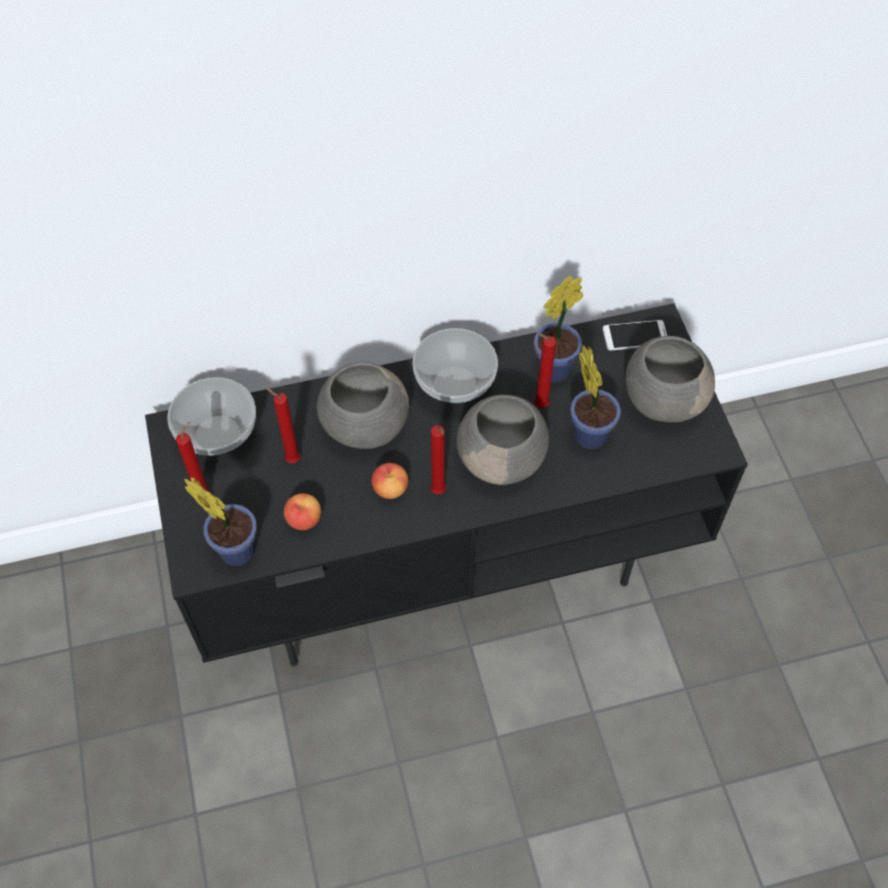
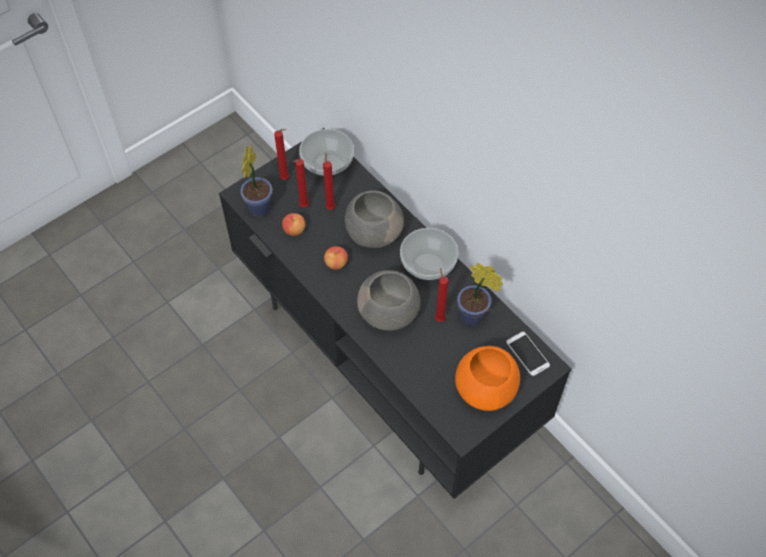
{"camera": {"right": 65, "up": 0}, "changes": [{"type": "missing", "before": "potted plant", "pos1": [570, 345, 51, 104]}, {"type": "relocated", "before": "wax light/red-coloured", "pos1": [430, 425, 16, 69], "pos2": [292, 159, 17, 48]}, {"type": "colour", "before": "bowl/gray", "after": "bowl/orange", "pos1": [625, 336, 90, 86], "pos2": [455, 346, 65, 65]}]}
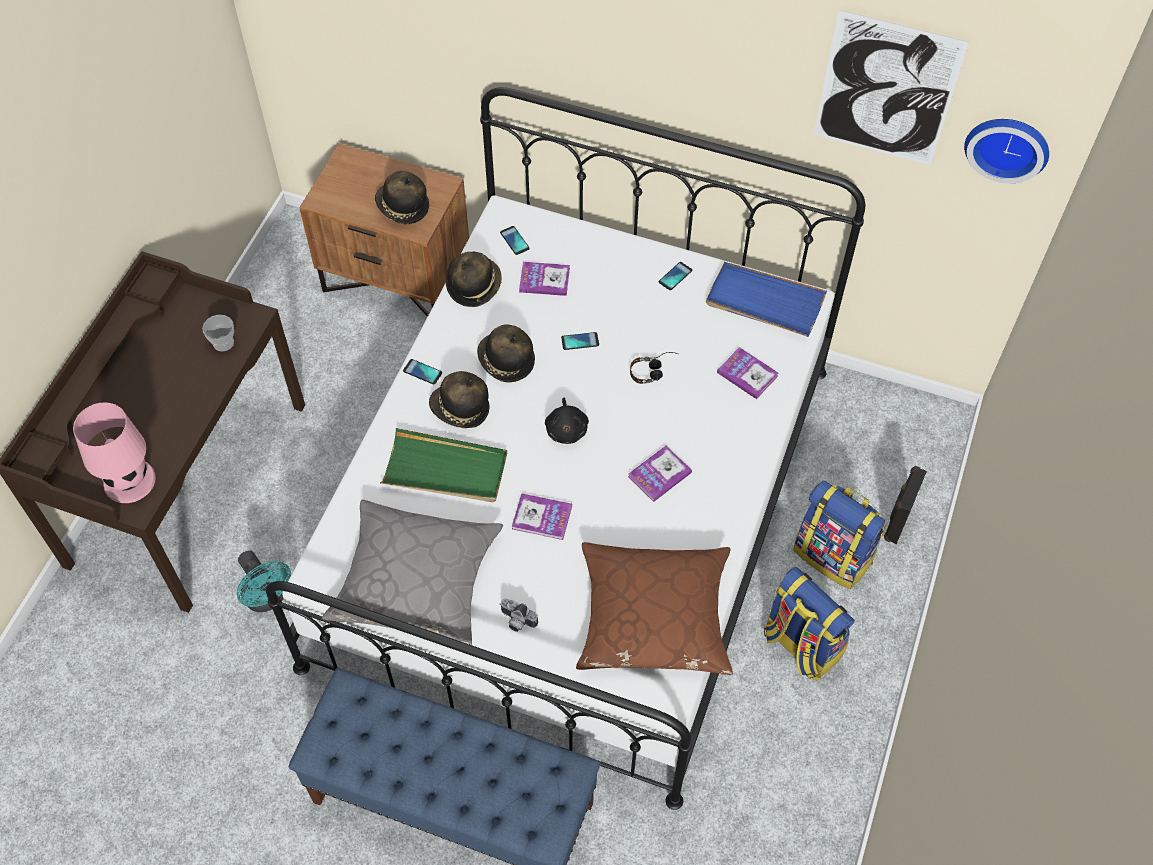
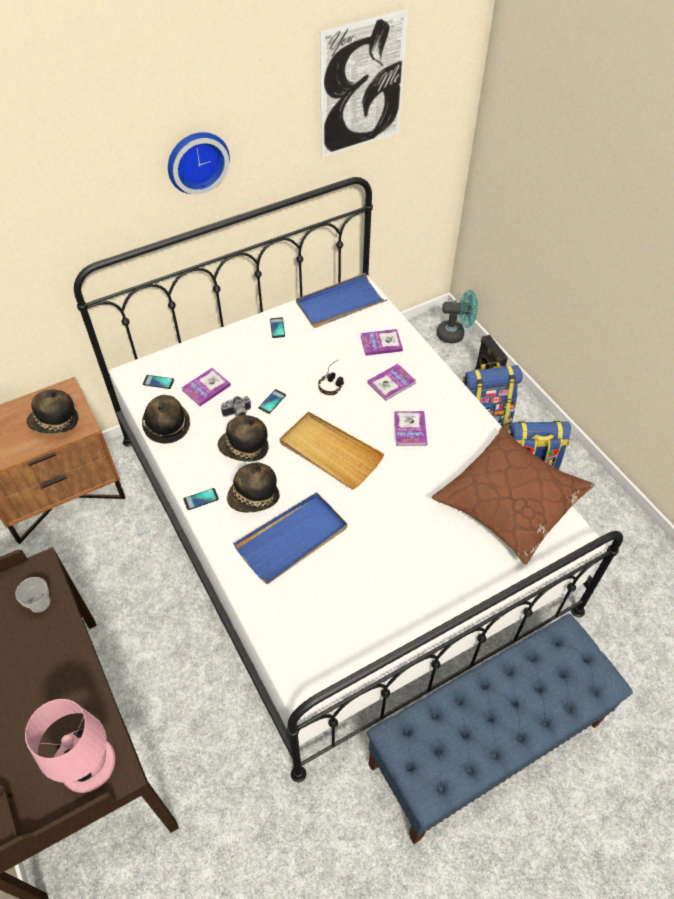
{"camera": {"right": -50, "up": -5}, "changes": [{"type": "missing", "before": "pillow/gray", "pos1": [322, 500, 181, 145]}, {"type": "relocated", "before": "fan/blue-green", "pos1": [236, 550, 55, 62], "pos2": [437, 290, 41, 53]}, {"type": "relocated", "before": "photo camera", "pos1": [499, 599, 39, 33], "pos2": [221, 396, 30, 21]}, {"type": "relocated", "before": "volume", "pos1": [512, 493, 60, 47], "pos2": [367, 364, 49, 37]}, {"type": "relocated", "before": "clock on the wall", "pos1": [964, 119, 85, 65], "pos2": [168, 132, 62, 63]}, {"type": "exchanged", "before": "plush toy/black-coloured", "after": "serving tray/beige-coloured", "pos1": [545, 397, 44, 47], "pos2": [280, 412, 104, 78]}, {"type": "colour", "before": "serving tray/green-coloured", "after": "serving tray/blue-coloured", "pos1": [380, 428, 127, 74], "pos2": [233, 492, 114, 93]}]}
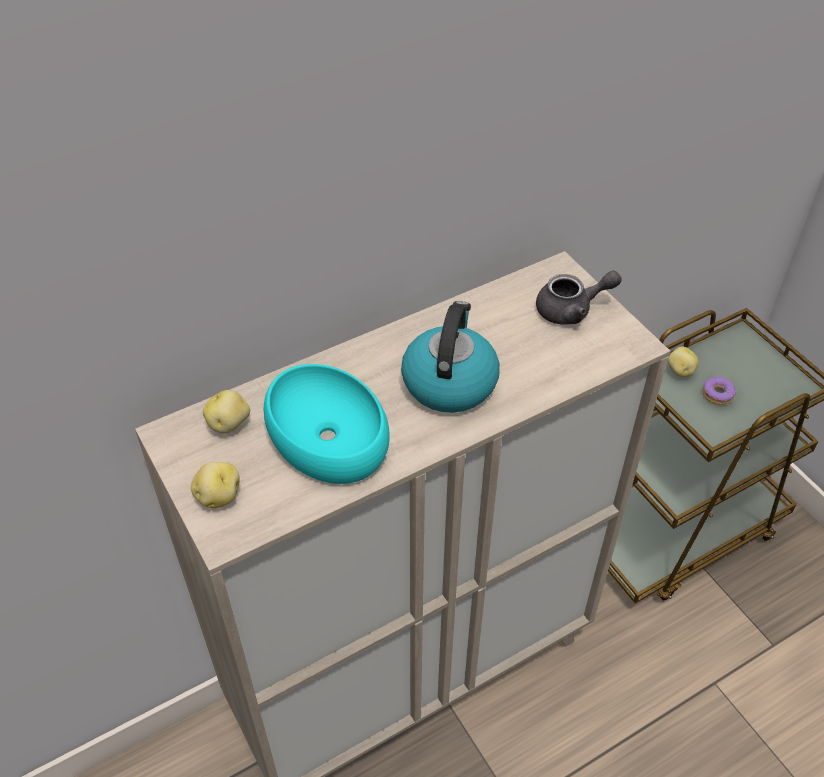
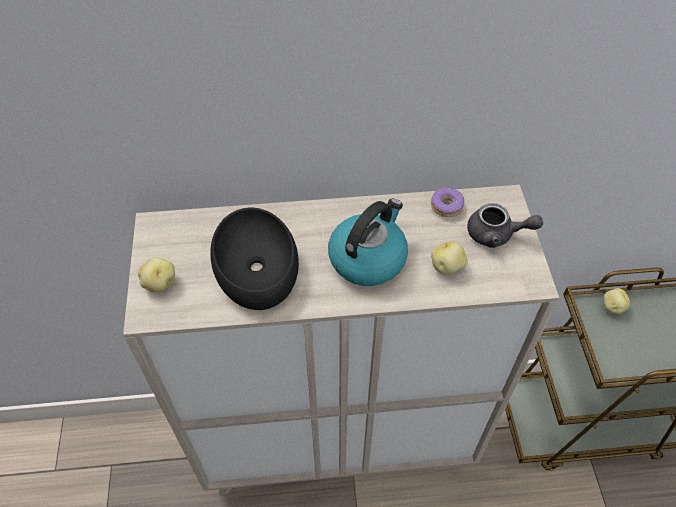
{"camera": {"right": 25, "up": 5}, "changes": [{"type": "relocated", "before": "spud", "pos1": [203, 390, 47, 44], "pos2": [431, 241, 37, 33]}, {"type": "relocated", "before": "donut", "pos1": [703, 376, 33, 29], "pos2": [431, 188, 33, 29]}, {"type": "colour", "before": "bowl/blue-green", "after": "bowl/black-coloured", "pos1": [264, 364, 126, 120], "pos2": [210, 207, 89, 103]}]}
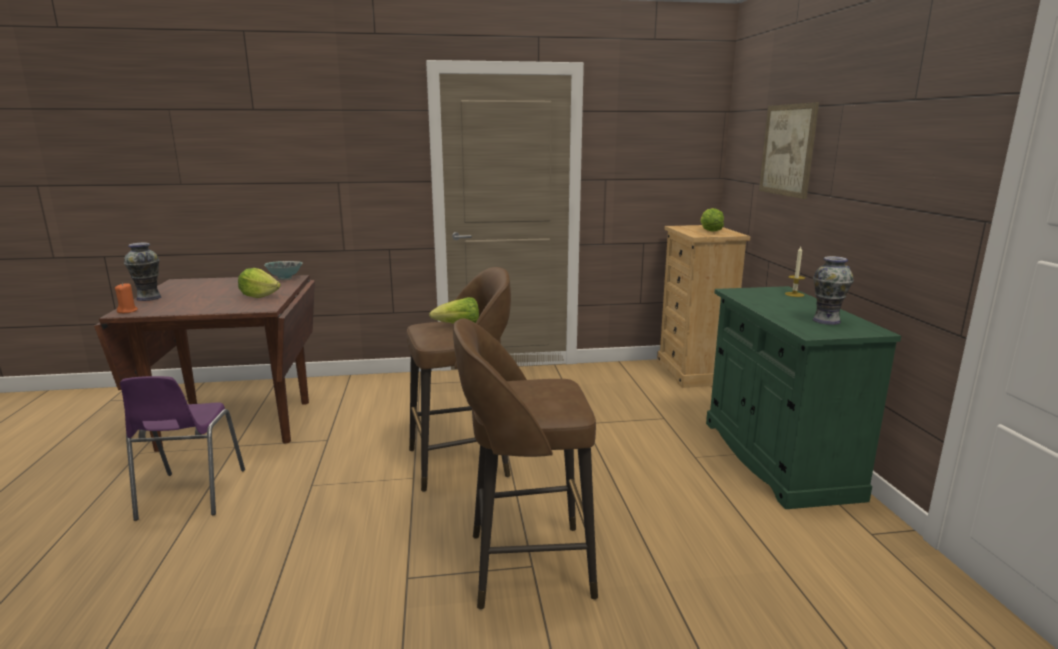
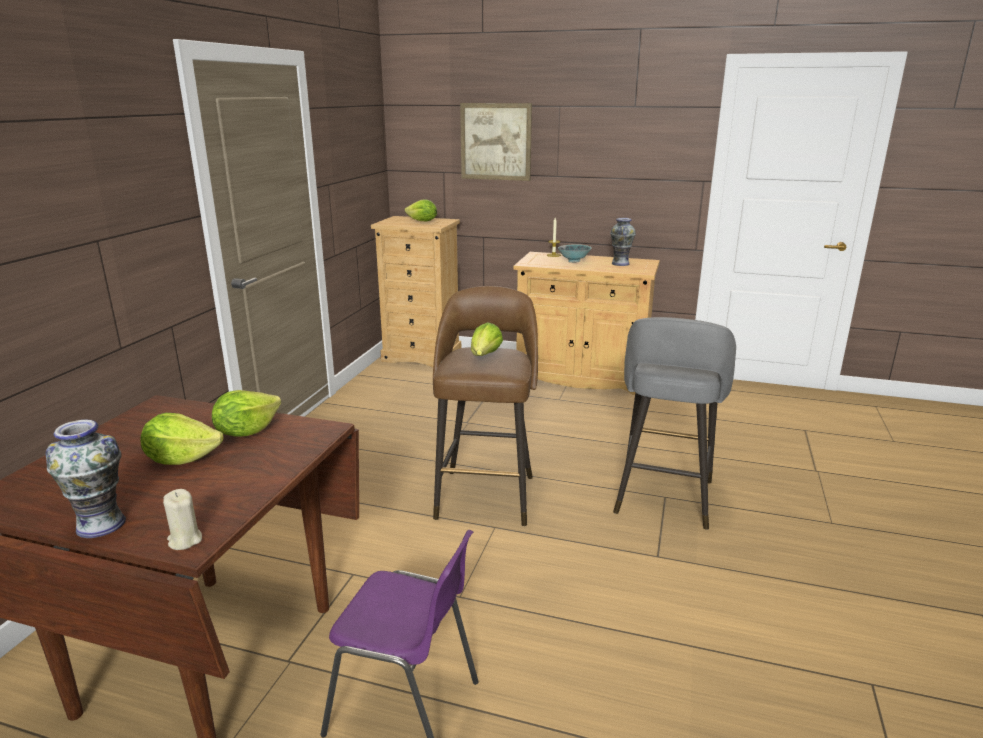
{"camera": {"right": -65, "up": 5}, "changes": [{"type": "appeared", "after": "lettuce head", "pos2": [140, 413, 83, 52]}, {"type": "relocated", "before": "bowl", "pos1": [264, 261, 39, 19], "pos2": [558, 244, 34, 19]}, {"type": "colour", "before": "wax light/orange", "after": "wax light/beige-coloured", "pos1": [115, 283, 23, 31], "pos2": [163, 489, 39, 61]}, {"type": "colour", "before": "stool seat/brown", "after": "stool seat/gray", "pos1": [453, 318, 145, 292], "pos2": [613, 317, 123, 213]}, {"type": "colour", "before": "storage cabinet/green-coloured", "after": "storage cabinet/beige-coloured", "pos1": [706, 286, 195, 223], "pos2": [514, 252, 146, 143]}]}
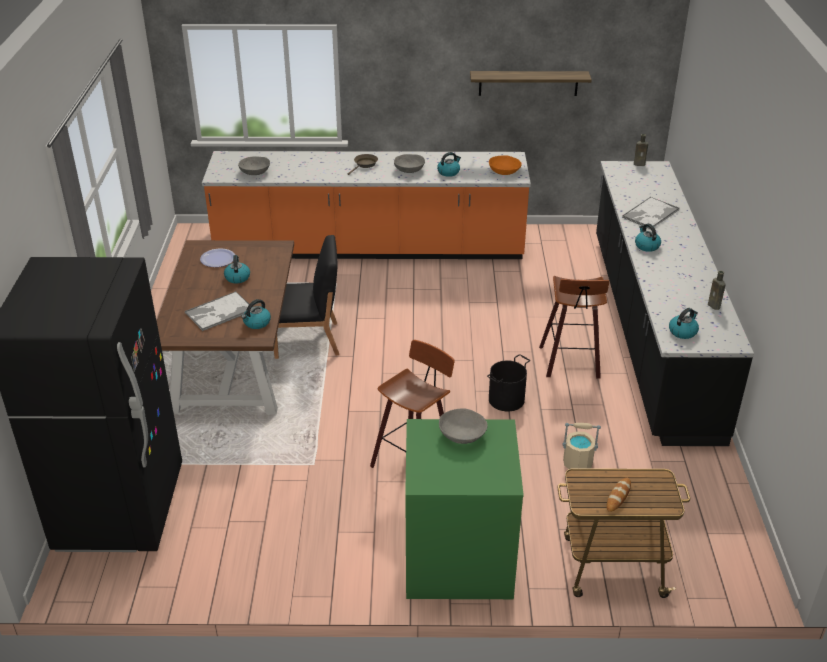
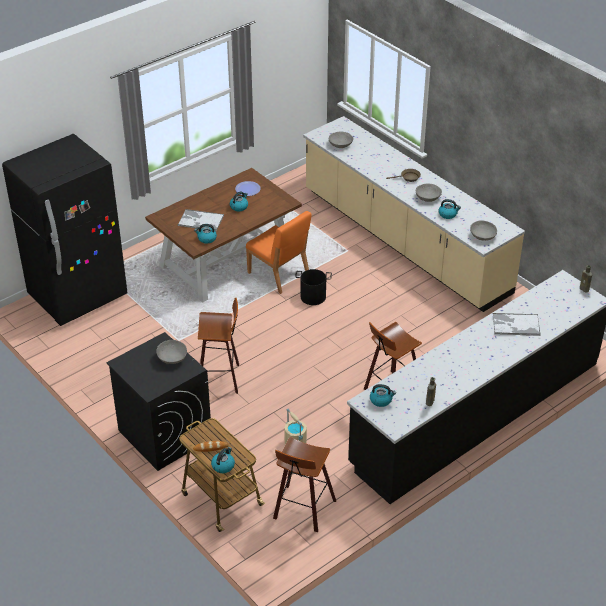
{"camera": {"right": 50, "up": 5}, "changes": [{"type": "missing", "before": "shelf", "pos1": [470, 71, 122, 25]}, {"type": "appeared", "after": "stool seat", "pos2": [273, 437, 63, 95]}, {"type": "relocated", "before": "pail/black-coloured", "pos1": [487, 354, 43, 57], "pos2": [295, 269, 37, 36]}, {"type": "relocated", "before": "kettle", "pos1": [635, 224, 26, 28], "pos2": [211, 447, 24, 26]}, {"type": "colour", "before": "kitchen base unit/orange", "after": "kitchen base unit/beige-coloured", "pos1": [202, 151, 329, 108], "pos2": [303, 116, 222, 196]}, {"type": "colour", "before": "upright chair/black-coloured", "after": "upright chair/orange", "pos1": [274, 235, 65, 124], "pos2": [246, 211, 65, 83]}, {"type": "colour", "before": "laundry appliance/green-coloured", "after": "laundry appliance/black-coloured", "pos1": [405, 419, 119, 180], "pos2": [106, 332, 105, 139]}, {"type": "colour", "before": "bowl/orange", "after": "bowl/gray", "pos1": [489, 156, 33, 19], "pos2": [470, 220, 27, 21]}]}
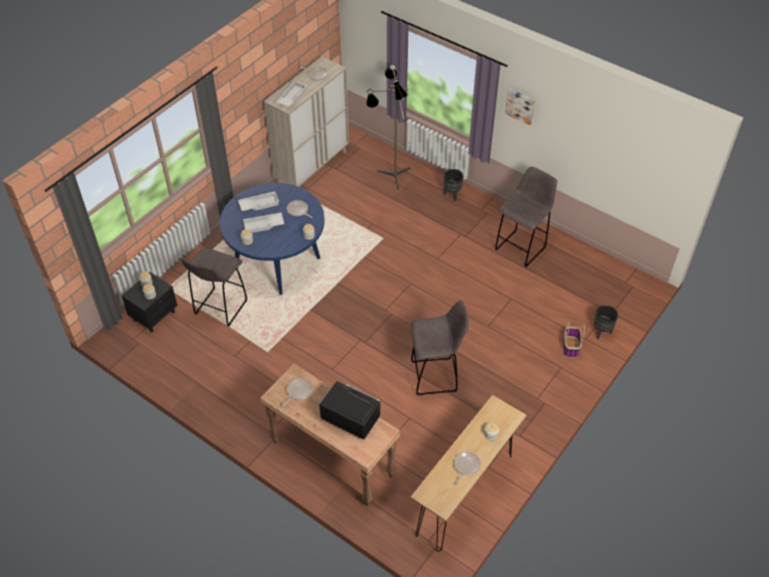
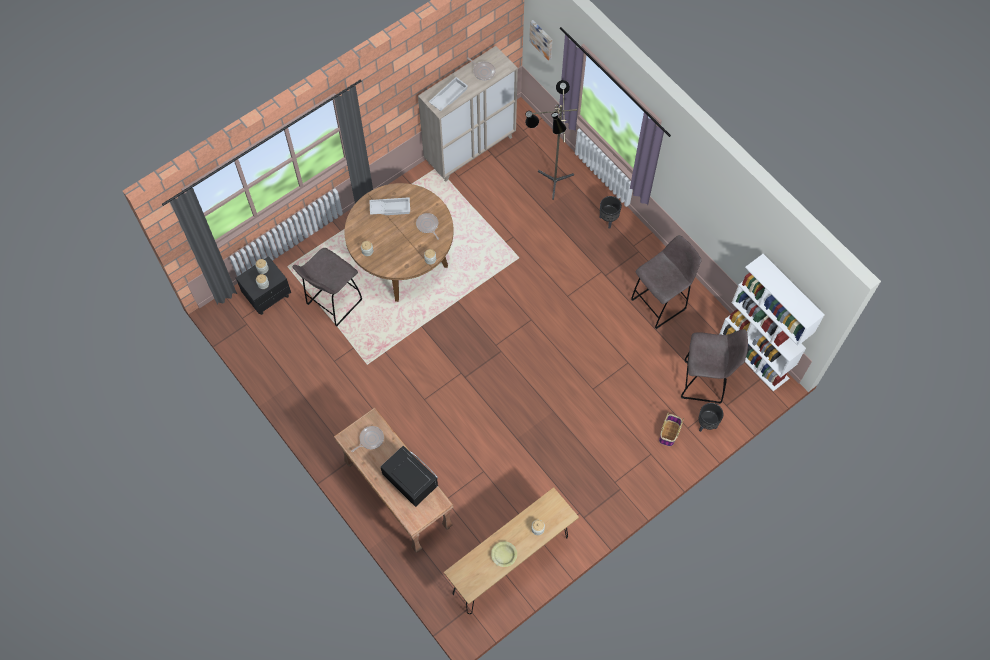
{"camera": {"right": 15, "up": 15}, "changes": [{"type": "missing", "before": "serving tray/white-coloured", "pos1": [243, 213, 41, 20]}, {"type": "appeared", "after": "bookcase/white-coloured", "pos2": [719, 254, 105, 137]}, {"type": "relocated", "before": "stool seat/gray", "pos1": [411, 300, 58, 95], "pos2": [681, 329, 67, 75]}, {"type": "relocated", "before": "wall art", "pos1": [505, 89, 30, 36], "pos2": [529, 20, 23, 40]}, {"type": "exchanged", "before": "pan", "after": "bowl/yellow-coloured", "pos1": [454, 451, 27, 33], "pos2": [491, 541, 26, 26]}, {"type": "colour", "before": "kitchen table/blue-coloured", "after": "kitchen table/brown", "pos1": [220, 183, 105, 112], "pos2": [344, 183, 110, 119]}]}
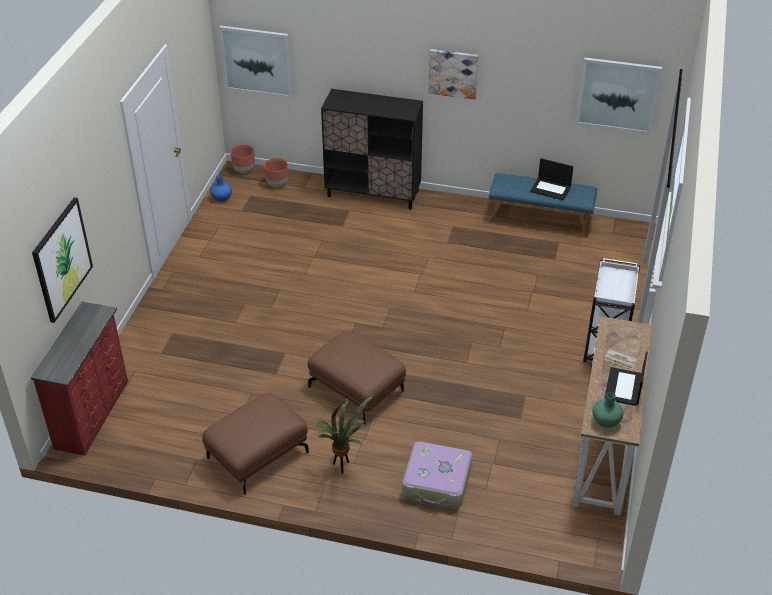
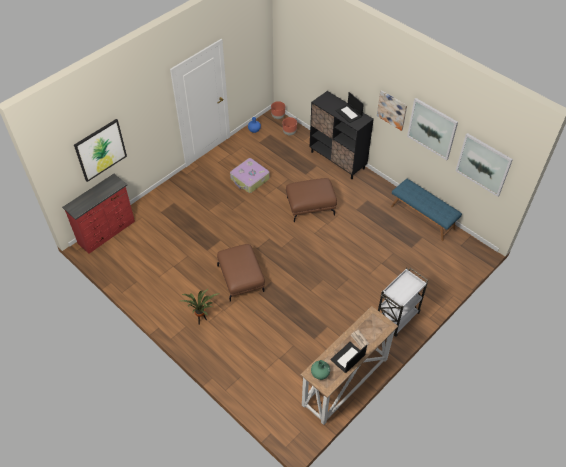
{"camera": {"right": 30, "up": 10}, "changes": [{"type": "relocated", "before": "ottoman/brown", "pos1": [202, 393, 107, 102], "pos2": [286, 178, 51, 44]}, {"type": "relocated", "before": "wall art", "pos1": [219, 26, 73, 72], "pos2": [407, 98, 51, 62]}, {"type": "relocated", "before": "travel case", "pos1": [402, 441, 70, 67], "pos2": [230, 158, 40, 35]}, {"type": "relocated", "before": "laptop", "pos1": [530, 158, 44, 42], "pos2": [335, 92, 29, 31]}]}
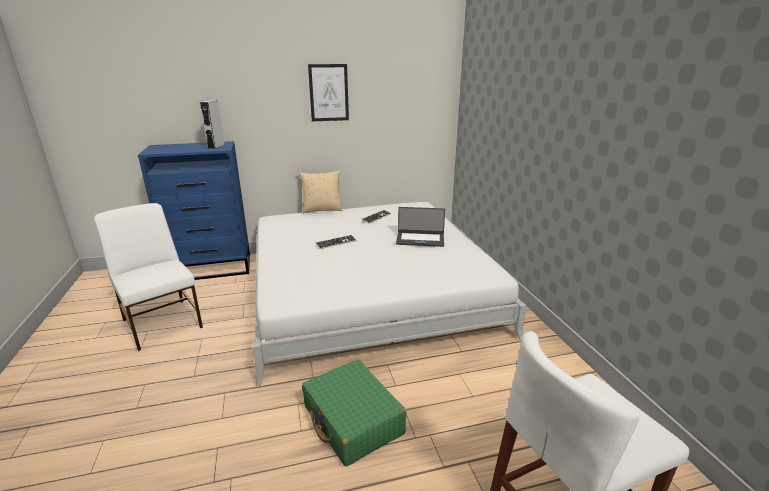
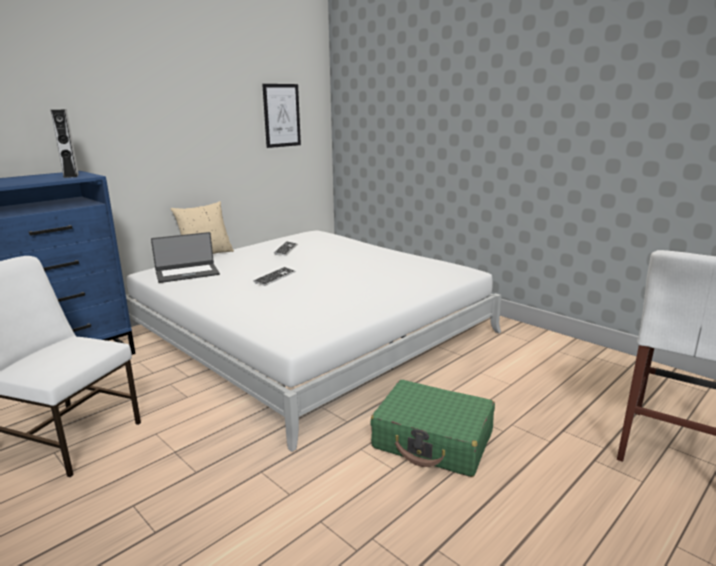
{"camera": {"right": -30, "up": -5}, "changes": [{"type": "relocated", "before": "wall art", "pos1": [308, 64, 41, 57], "pos2": [262, 84, 39, 64]}, {"type": "relocated", "before": "laptop", "pos1": [396, 207, 49, 40], "pos2": [151, 232, 69, 51]}]}
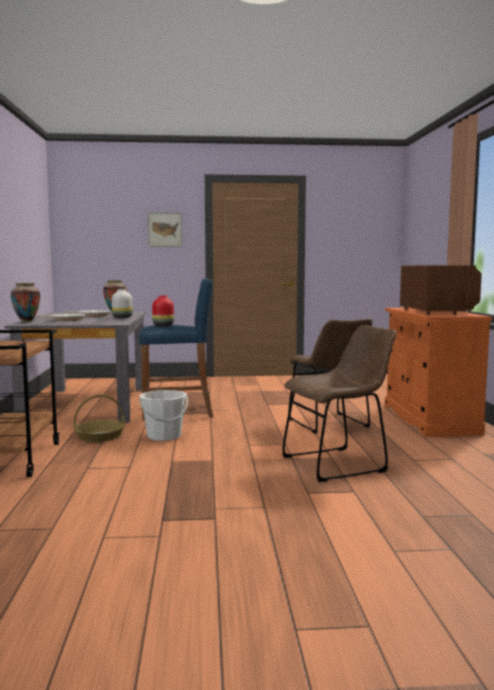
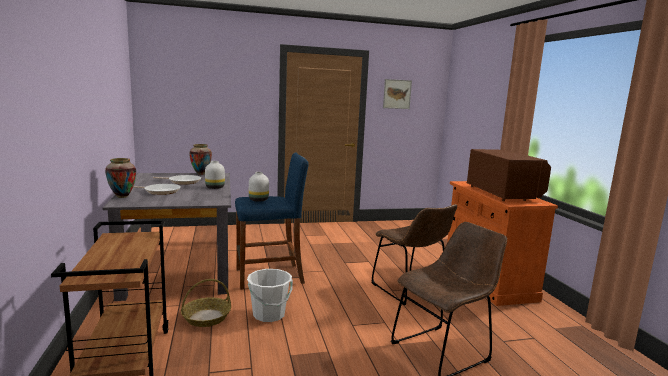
{"camera": {"right": -10, "up": 5}, "changes": [{"type": "relocated", "before": "wall art", "pos1": [148, 213, 34, 34], "pos2": [383, 79, 29, 30]}, {"type": "colour", "before": "decorative vase/red-coloured", "after": "decorative vase/white-coloured", "pos1": [152, 296, 22, 30], "pos2": [249, 172, 20, 30]}]}
